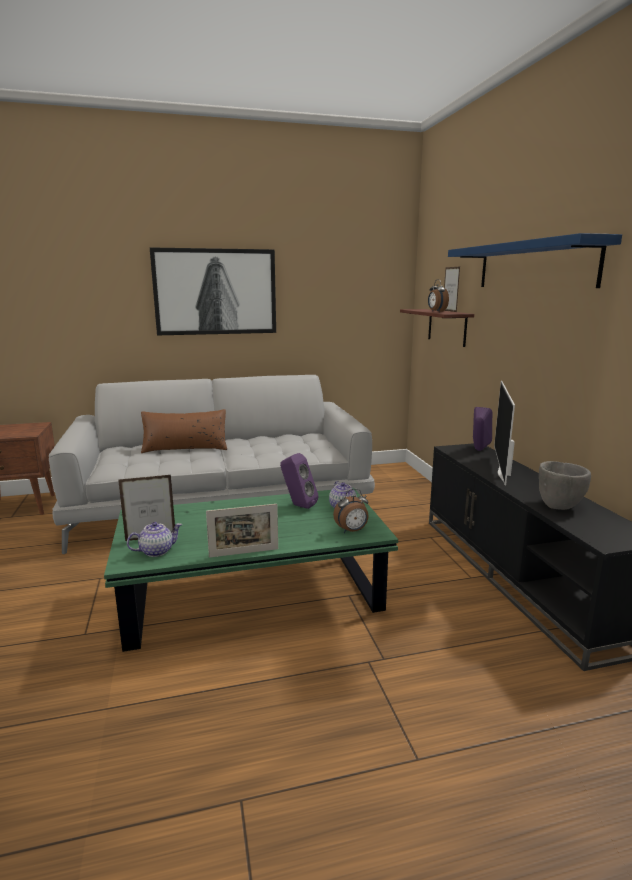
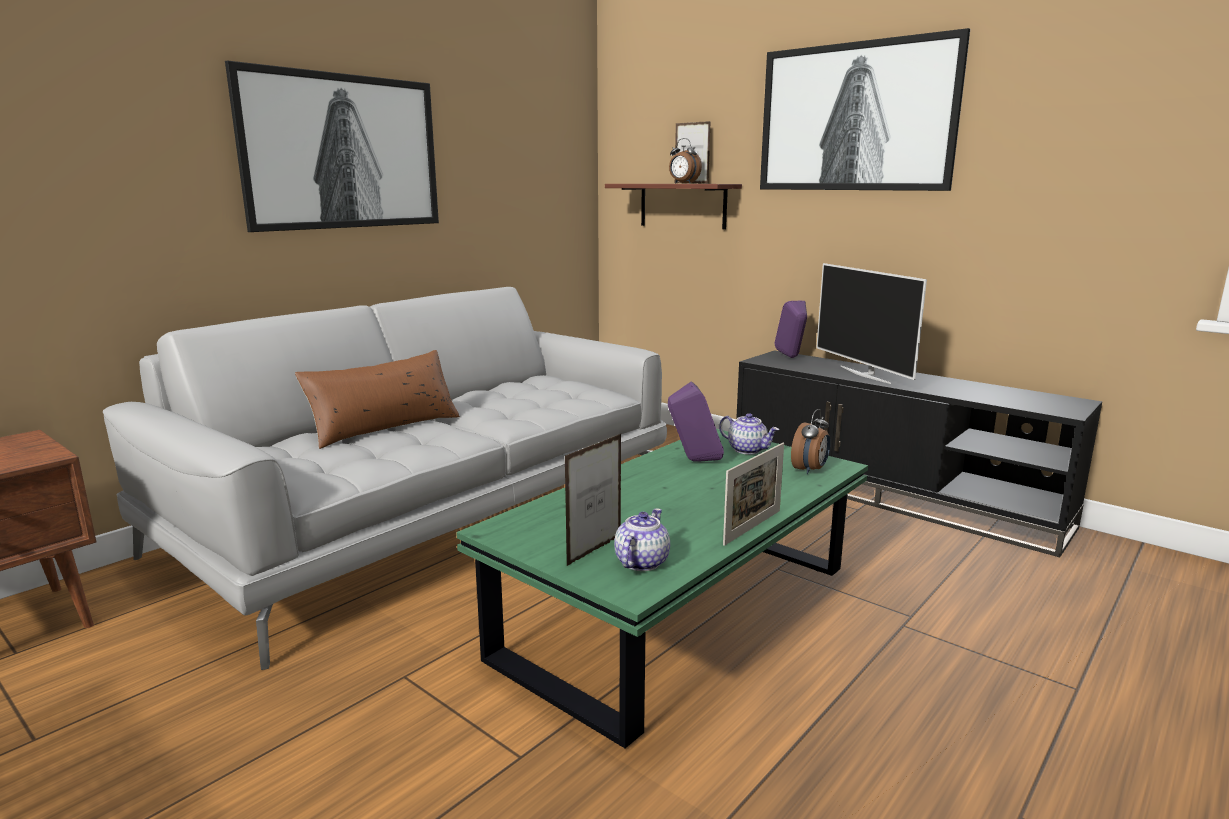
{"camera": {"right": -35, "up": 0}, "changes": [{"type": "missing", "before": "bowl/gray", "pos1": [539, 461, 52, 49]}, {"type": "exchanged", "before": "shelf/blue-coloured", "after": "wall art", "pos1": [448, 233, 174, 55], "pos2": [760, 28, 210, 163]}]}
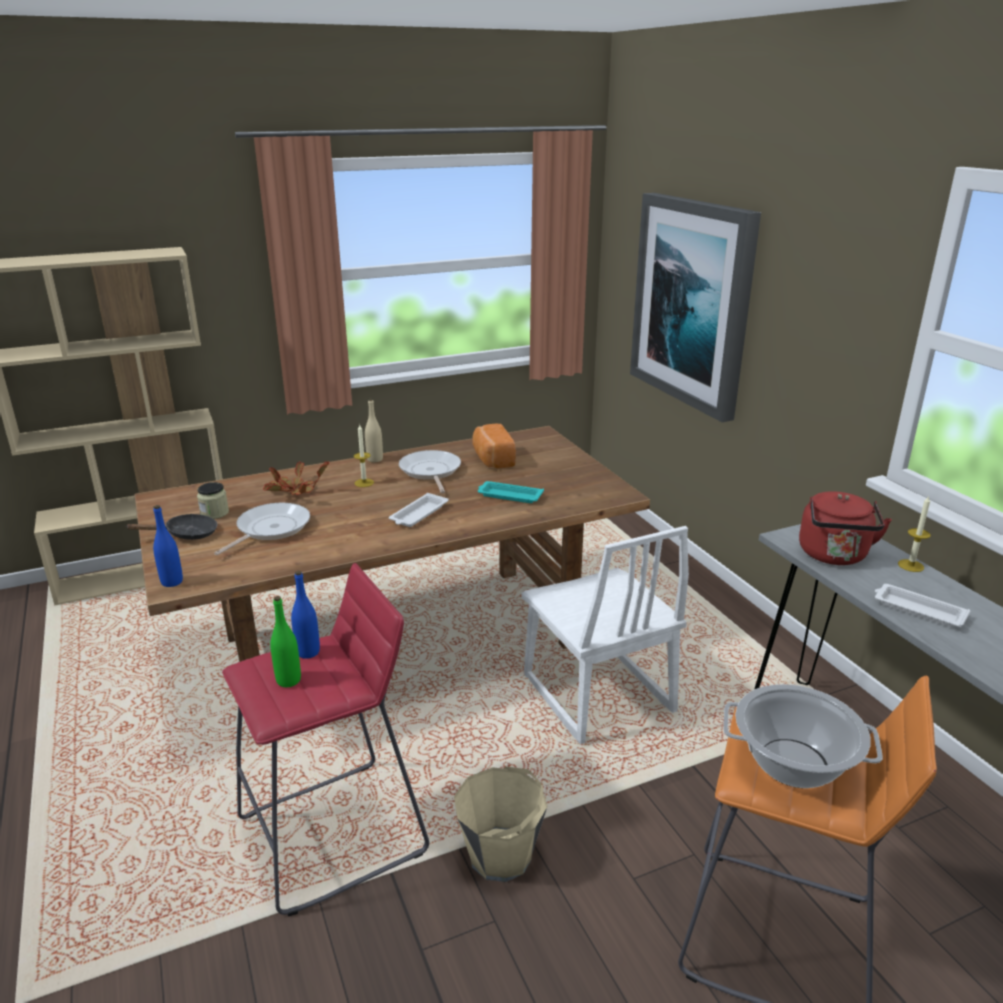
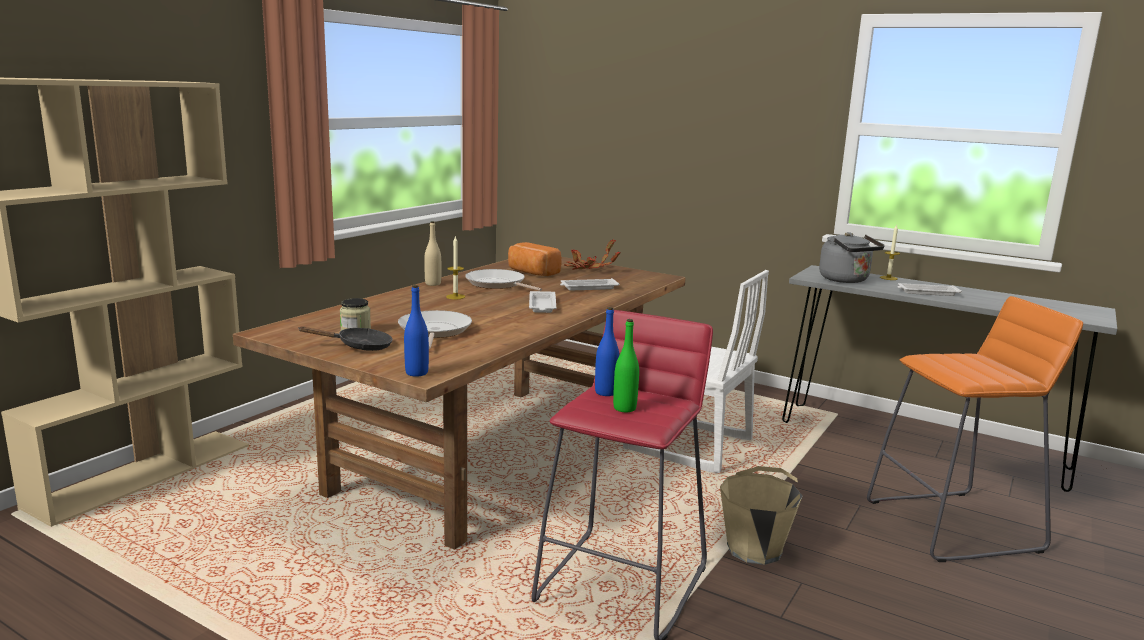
{"camera": {"right": -35, "up": -10}, "changes": [{"type": "missing", "before": "wall art", "pos1": [630, 193, 131, 229]}, {"type": "missing", "before": "stockpot", "pos1": [723, 684, 160, 104]}, {"type": "relocated", "before": "potted plant", "pos1": [263, 461, 67, 34], "pos2": [564, 240, 57, 30]}, {"type": "colour", "before": "serving tray/blue-green", "after": "serving tray/white-coloured", "pos1": [478, 481, 66, 22], "pos2": [560, 278, 59, 13]}, {"type": "colour", "before": "kettle/red-coloured", "after": "kettle/gray", "pos1": [799, 491, 93, 74], "pos2": [819, 232, 66, 51]}, {"type": "spun", "before": "pan/black-coloured", "pos1": [125, 514, 92, 26], "pos2": [298, 326, 95, 25], "turn": 45}]}
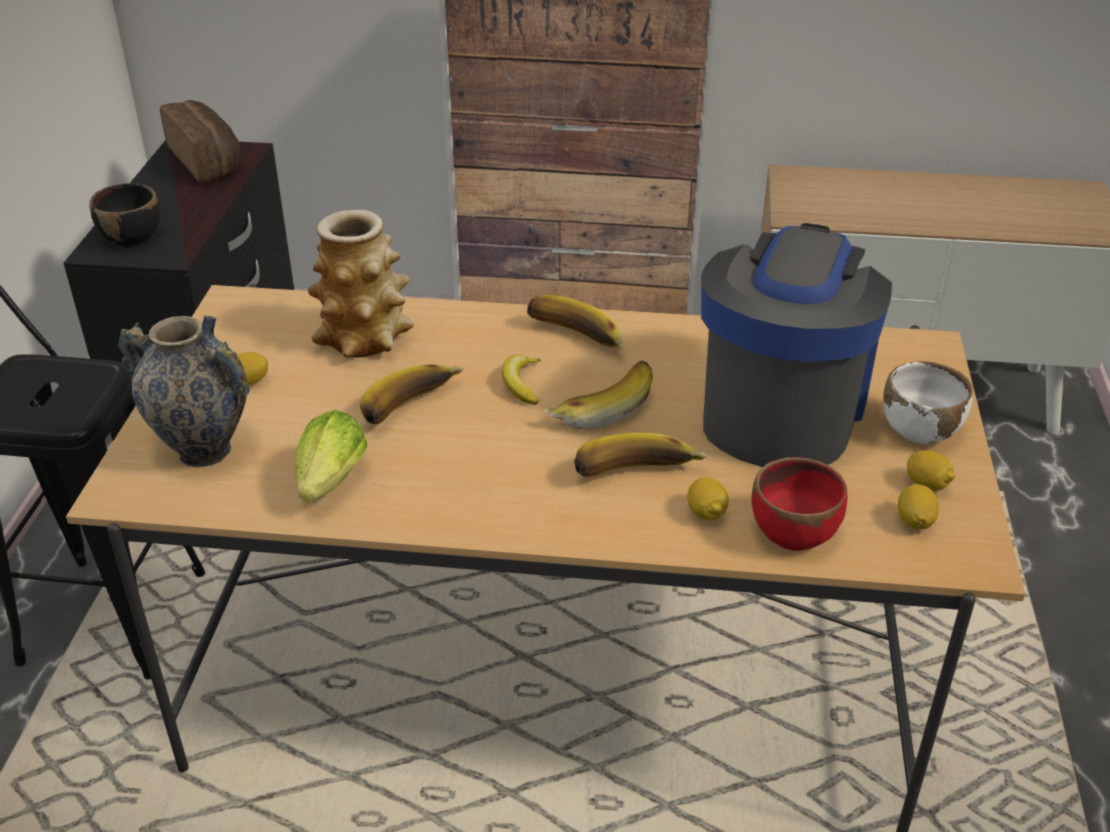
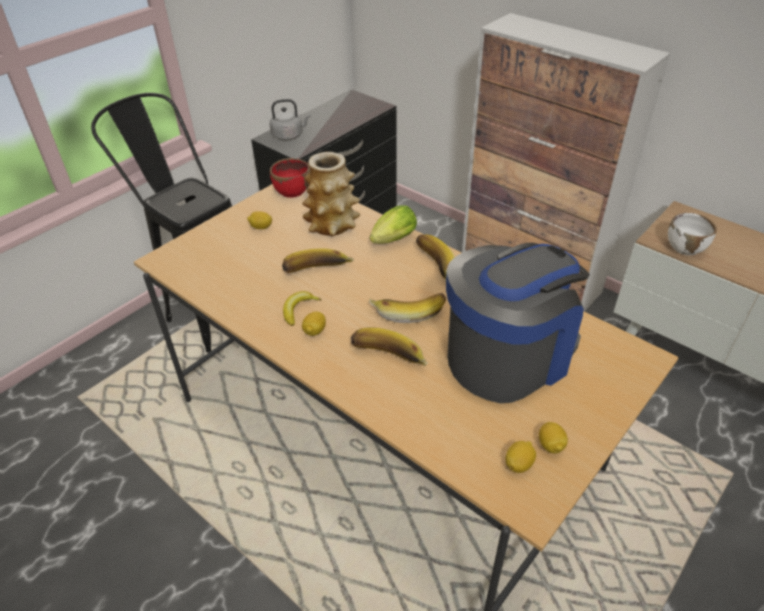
{"camera": {"right": 35, "up": 5}, "changes": [{"type": "missing", "before": "decorative vase", "pos1": [118, 316, 132, 151]}, {"type": "missing", "before": "baked bread", "pos1": [160, 100, 80, 83]}, {"type": "relocated", "before": "lettuce head", "pos1": [295, 410, 73, 92], "pos2": [370, 205, 47, 39]}, {"type": "relocated", "before": "banana fruit", "pos1": [502, 354, 39, 51], "pos2": [283, 291, 39, 35]}, {"type": "relocated", "before": "lemon", "pos1": [687, 477, 42, 43], "pos2": [302, 312, 24, 24]}, {"type": "relocated", "before": "bowl/red-coloured", "pos1": [751, 457, 97, 94], "pos2": [270, 158, 40, 40]}, {"type": "relocated", "before": "bowl/white-coloured", "pos1": [883, 361, 90, 83], "pos2": [668, 213, 49, 42]}, {"type": "exchanged", "before": "bowl/black-coloured", "after": "kettle/gray", "pos1": [89, 183, 71, 64], "pos2": [270, 99, 41, 42]}]}
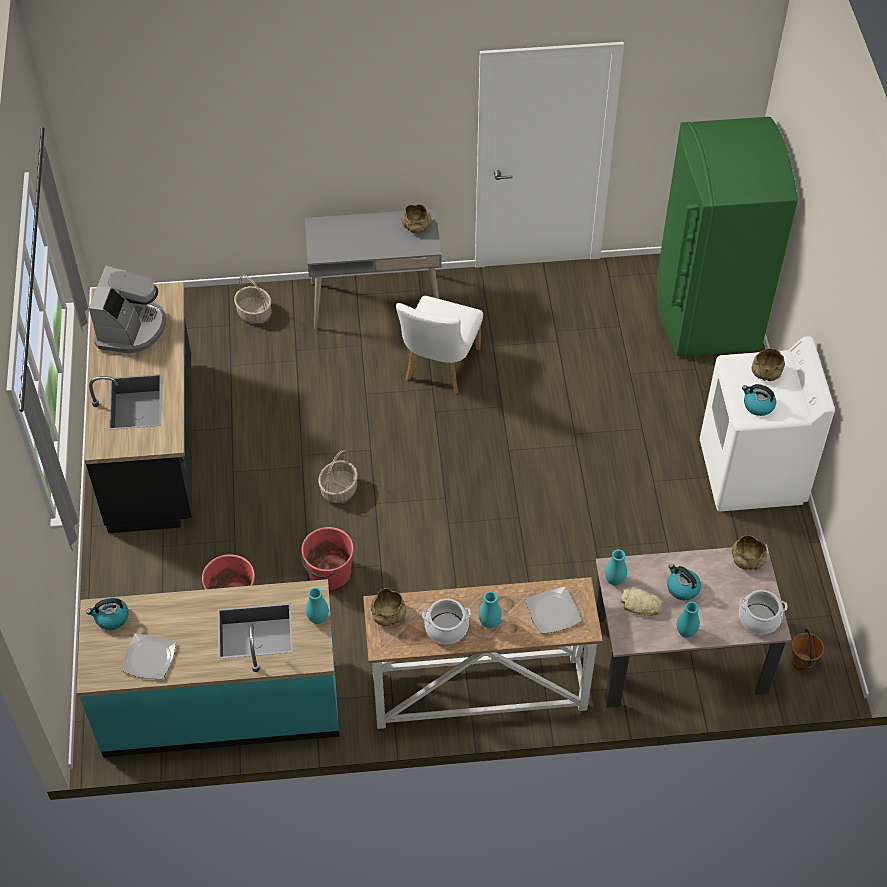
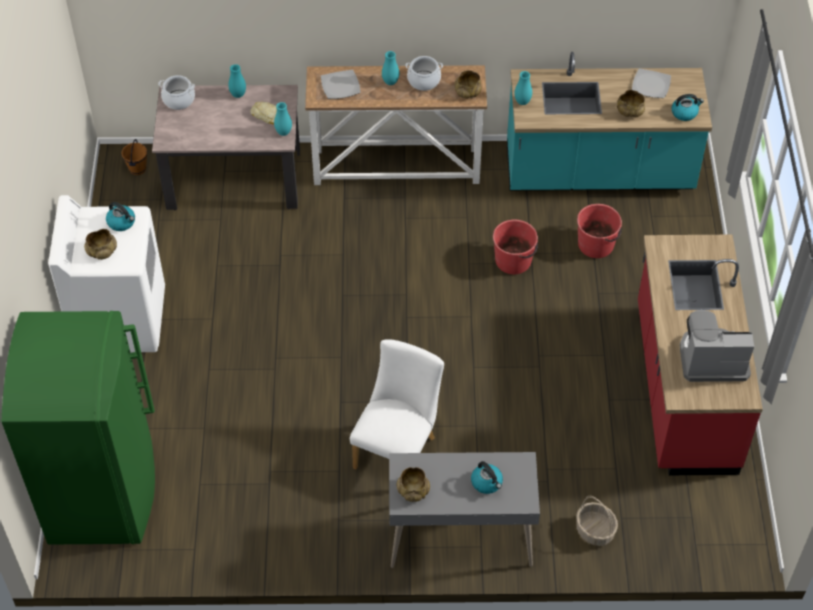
{"camera": {"right": -175, "up": 0}, "changes": [{"type": "missing", "before": "basket", "pos1": [318, 450, 40, 53]}, {"type": "relocated", "before": "kettle", "pos1": [667, 564, 34, 36], "pos2": [471, 461, 32, 33]}, {"type": "relocated", "before": "bowl/beige-coloured", "pos1": [732, 535, 35, 35], "pos2": [617, 90, 28, 27]}, {"type": "colour", "before": "kitchen base unit/black-coloured", "after": "kitchen base unit/red-coloured", "pos1": [84, 282, 108, 251], "pos2": [638, 235, 125, 240]}, {"type": "spun", "before": "coffee machine", "pos1": [89, 266, 77, 88], "pos2": [680, 310, 74, 72], "turn": 75}]}
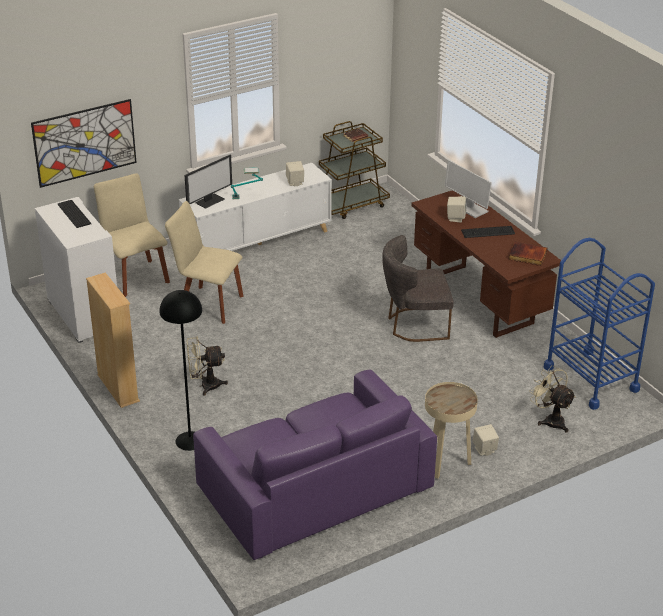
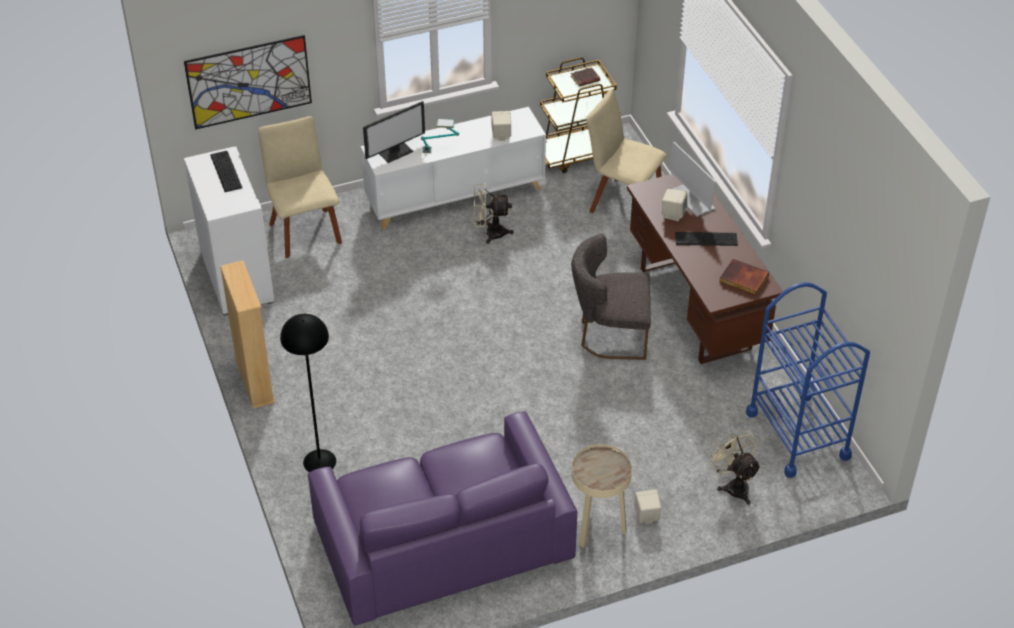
{"camera": {"right": 10, "up": 10}, "changes": [{"type": "relocated", "before": "upright chair/beige-coloured", "pos1": [165, 201, 78, 123], "pos2": [586, 90, 81, 123]}, {"type": "relocated", "before": "fan/beige-coloured", "pos1": [186, 336, 42, 60], "pos2": [474, 183, 40, 61]}]}
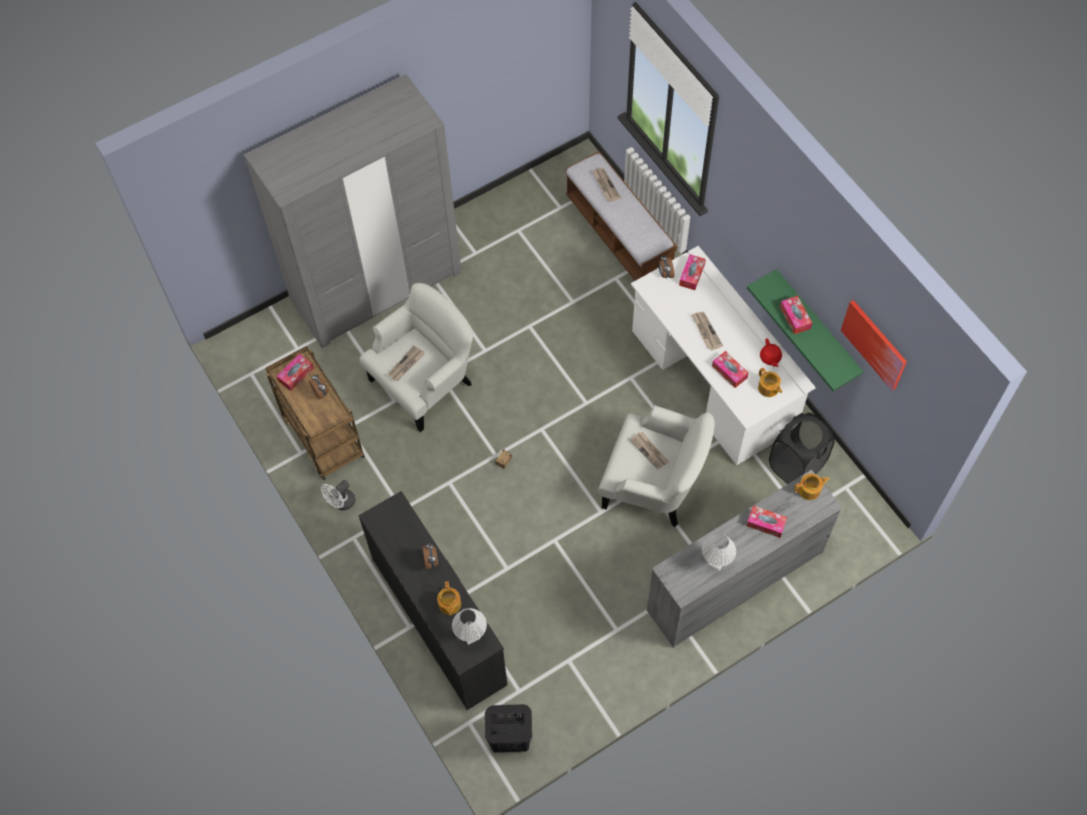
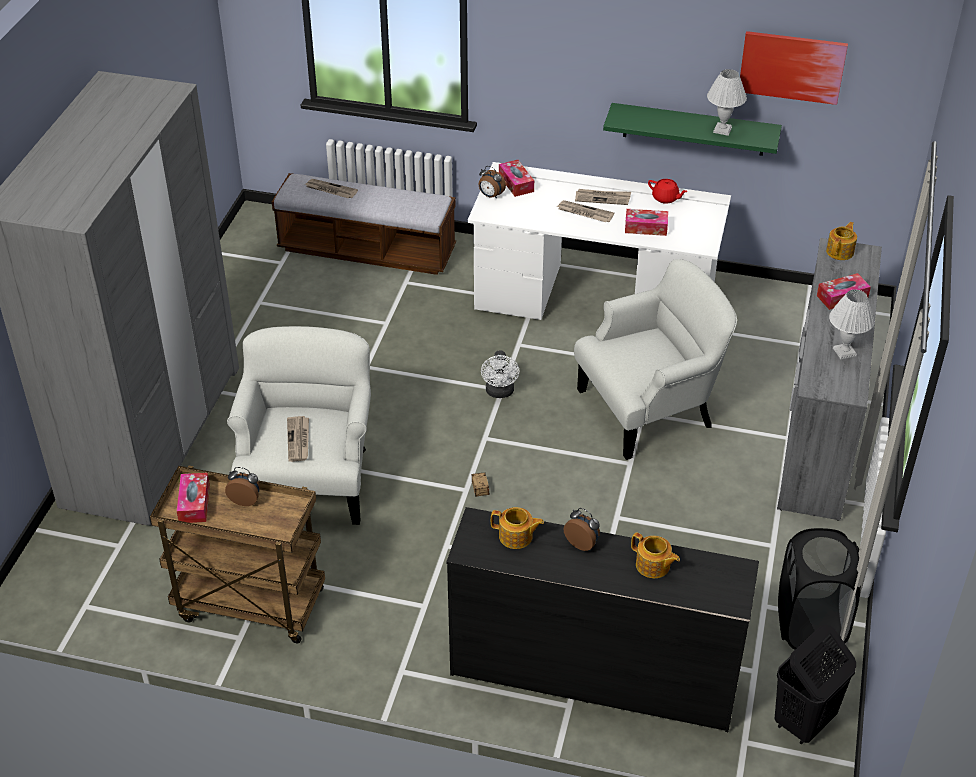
{"camera": {"right": -45, "up": -20}, "changes": [{"type": "missing", "before": "box of tissues", "pos1": [780, 296, 32, 38]}, {"type": "relocated", "before": "fan/white-coloured", "pos1": [321, 480, 35, 31], "pos2": [481, 350, 38, 48]}, {"type": "relocated", "before": "lamp for a table/white-coloured", "pos1": [452, 608, 35, 37], "pos2": [707, 69, 40, 67]}, {"type": "relocated", "before": "newspaper", "pos1": [629, 432, 40, 38], "pos2": [575, 189, 56, 16]}, {"type": "relocated", "before": "pot for tea", "pos1": [758, 368, 24, 29], "pos2": [491, 507, 53, 42]}, {"type": "relocated", "before": "hamper/black-coloured", "pos1": [769, 413, 66, 71], "pos2": [778, 528, 83, 122]}]}
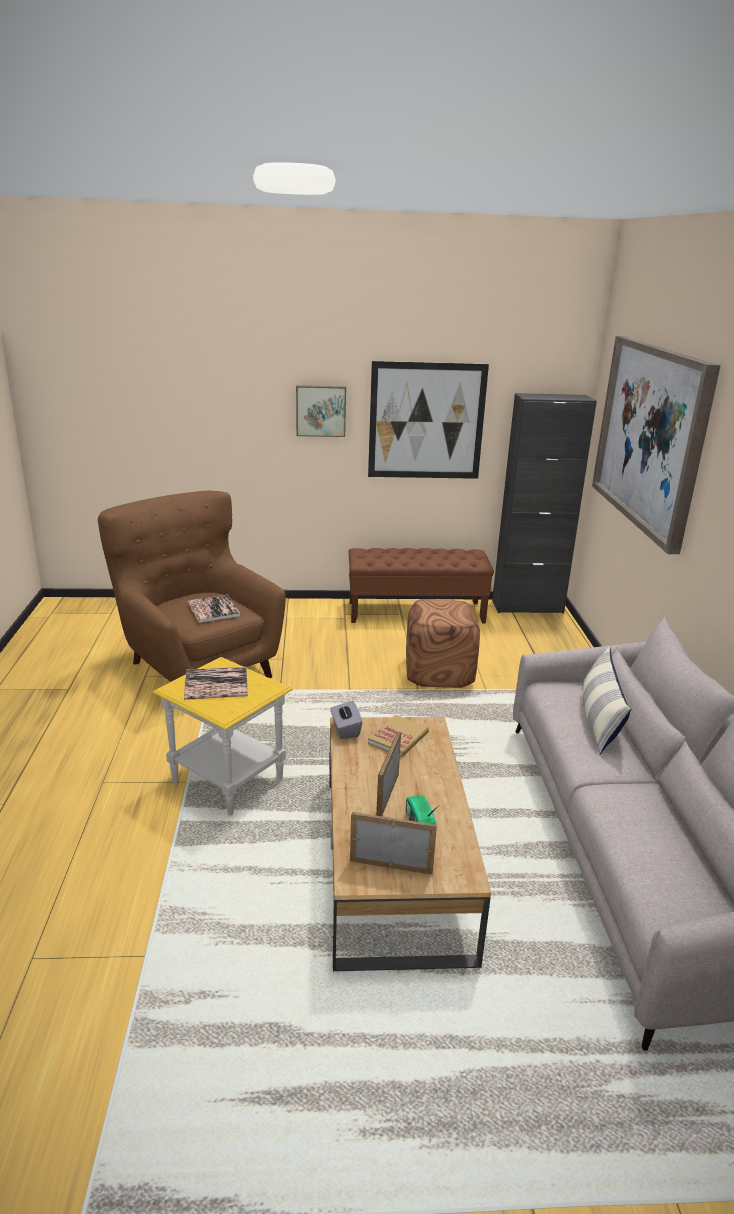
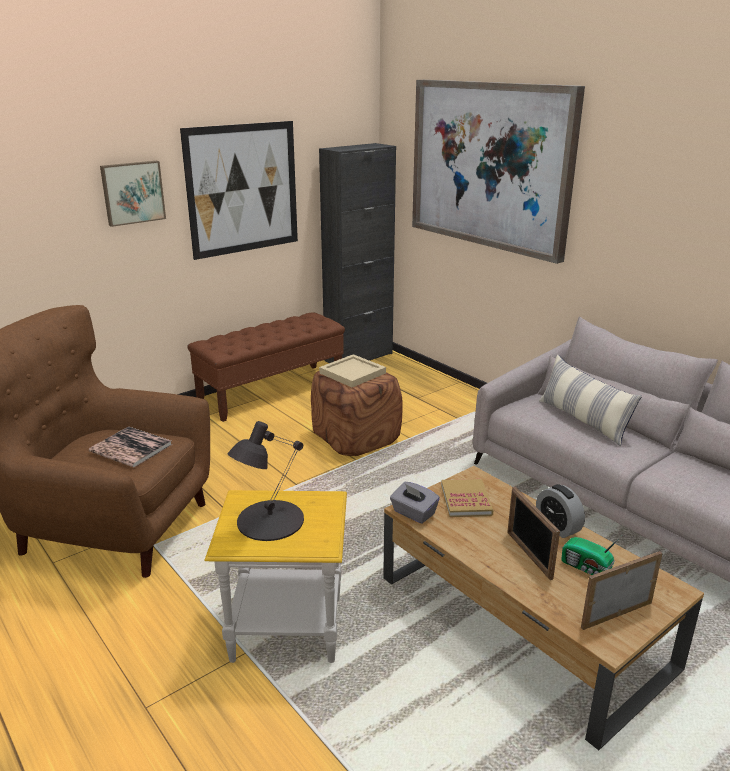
{"camera": {"right": -35, "up": 0}, "changes": [{"type": "appeared", "after": "serving tray/beige-coloured", "pos2": [319, 354, 67, 33]}, {"type": "appeared", "after": "alarm clock", "pos2": [536, 484, 49, 54]}, {"type": "exchanged", "before": "volume", "after": "lamp for a table/black-coloured", "pos1": [184, 667, 64, 33], "pos2": [228, 421, 76, 120]}]}
